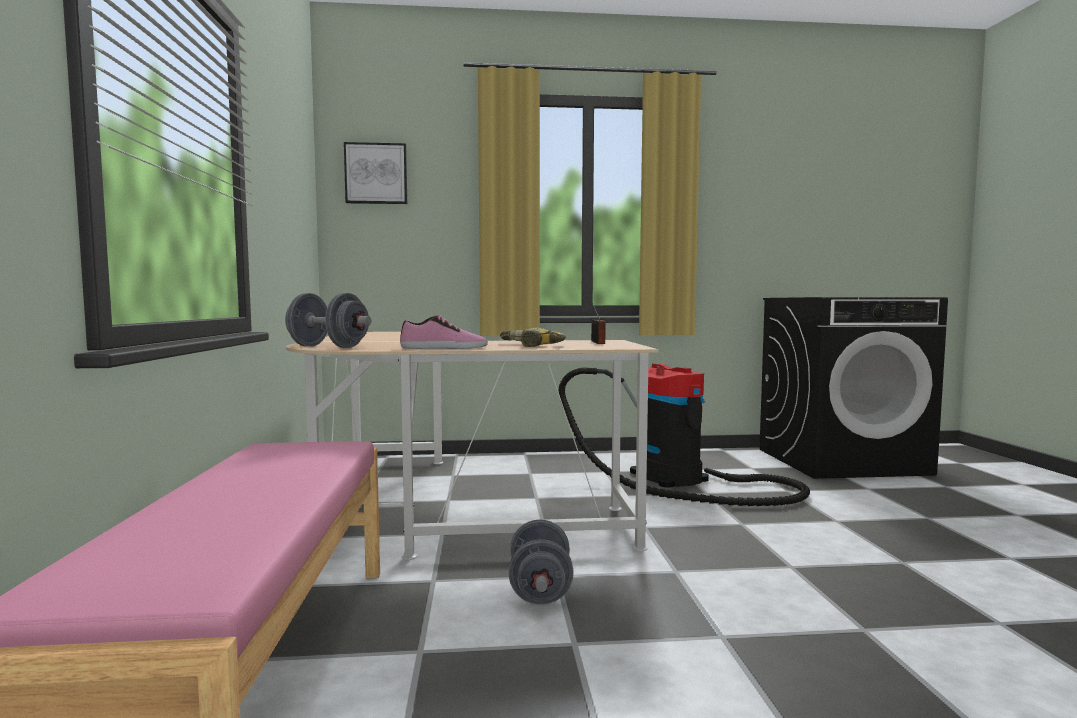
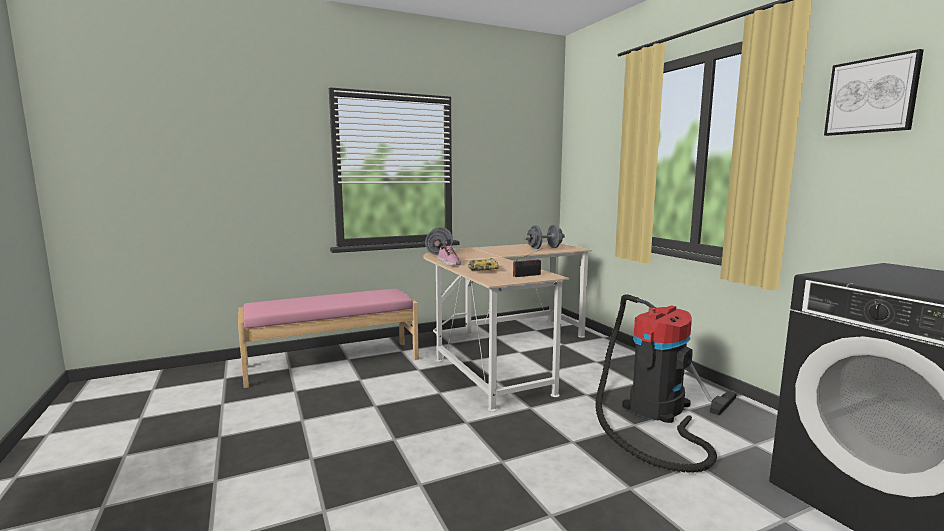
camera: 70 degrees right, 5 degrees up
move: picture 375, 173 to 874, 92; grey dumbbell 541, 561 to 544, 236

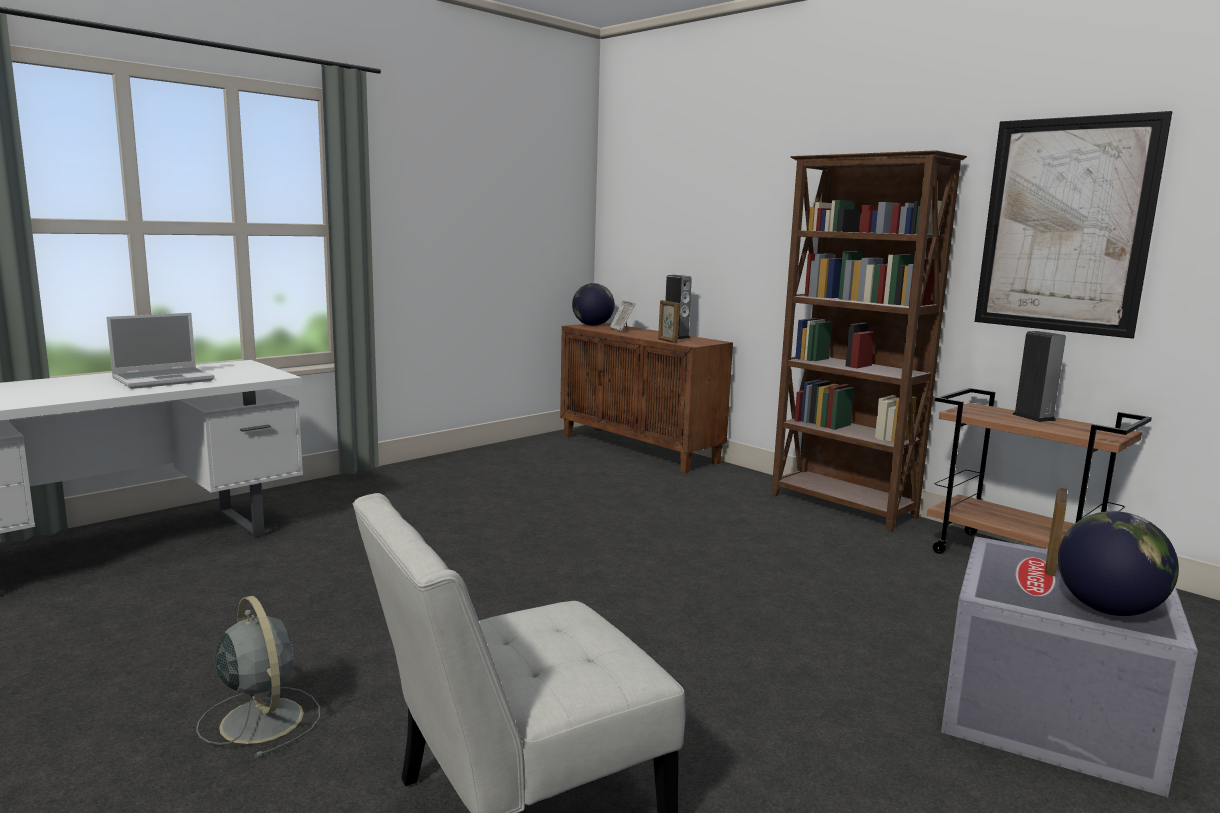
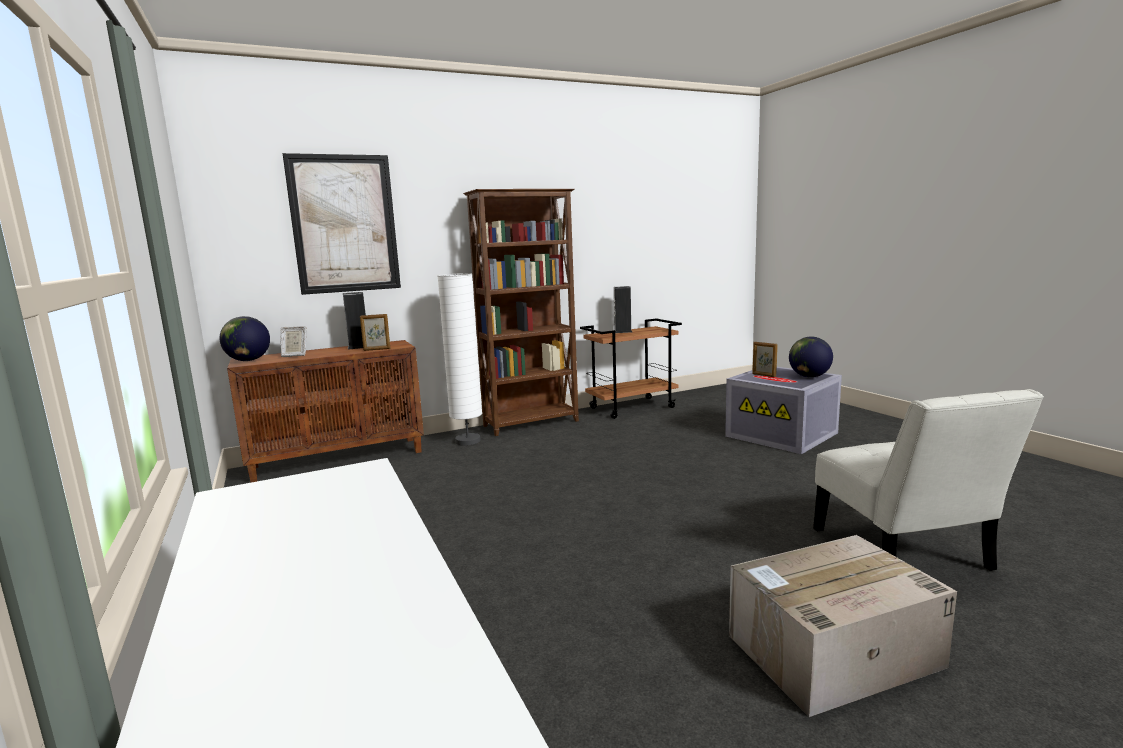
camera: 70 degrees left, 0 degrees up
delete: laptop 160, 351
insert: white floor lamp 460, 359
move: picture 1074, 225 to 342, 224
replace: grey fan 258, 677 to cardboard box 843, 626

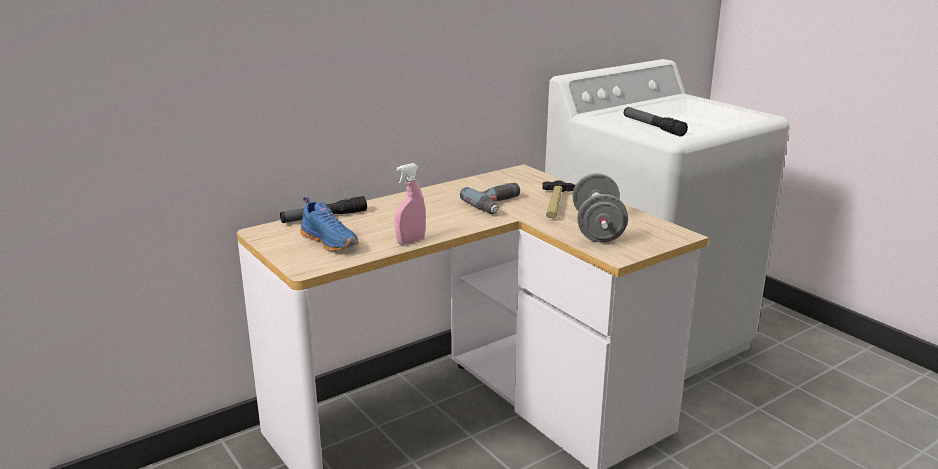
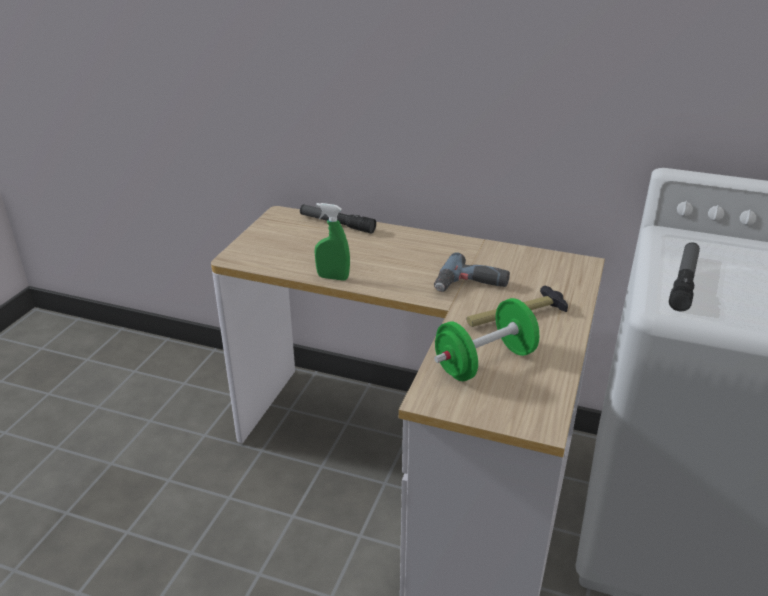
camera: 55 degrees right, 10 degrees up
delete: blue shoe 329, 224
recolor: pink spray bottle 410, 204 to green spray bottle 332, 242; grey dumbbell 600, 207 to green dumbbell 486, 339

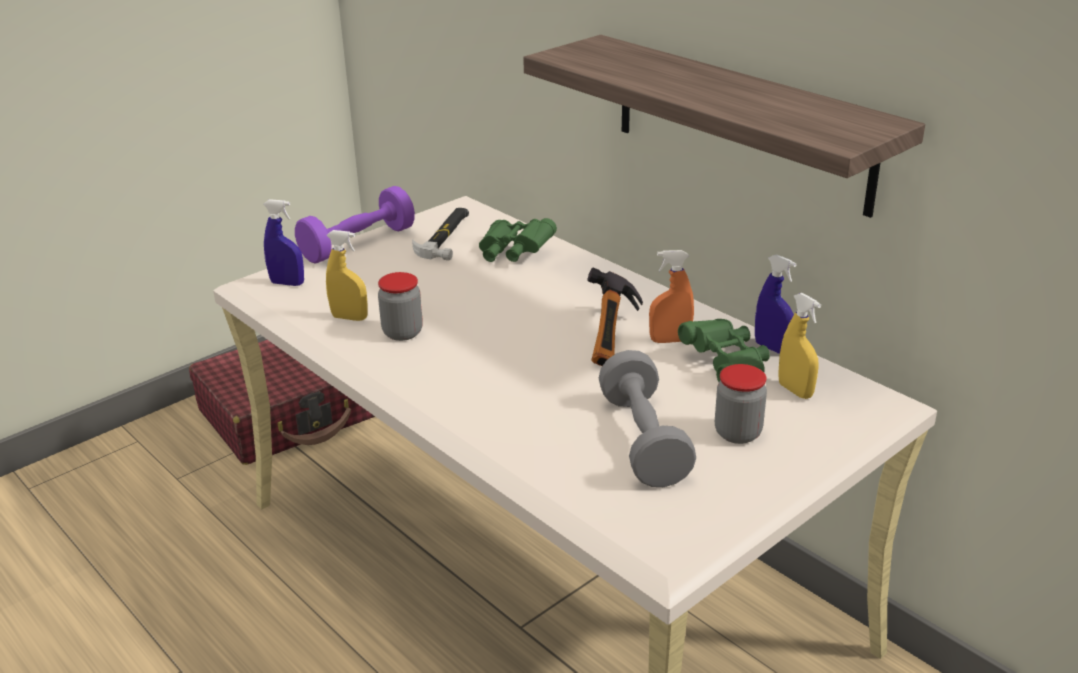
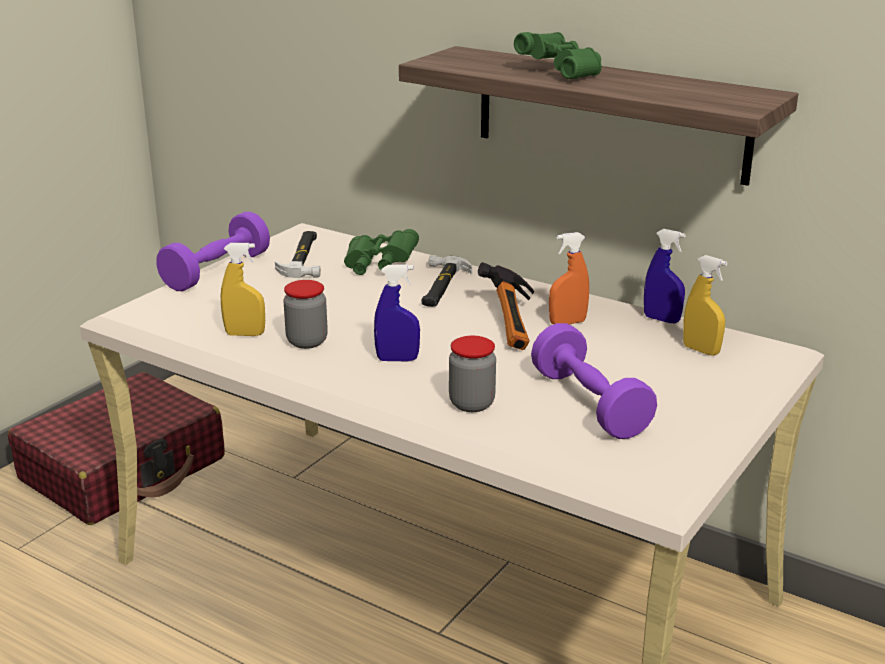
camera: 15 degrees left, 5 degrees down
insert: hammer 446, 281
move: blue spray bottle 283, 242 to 397, 312; green binoculars 724, 350 to 558, 55; jar 741, 404 to 472, 374
recolor: grey dumbbell 647, 418 to purple dumbbell 594, 381

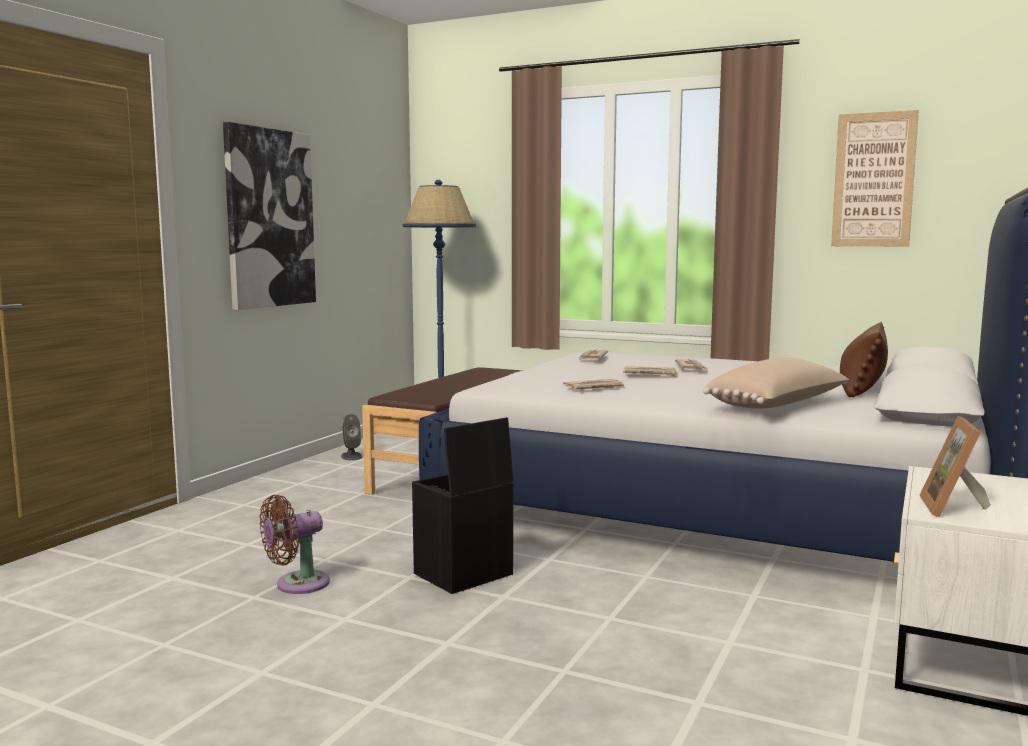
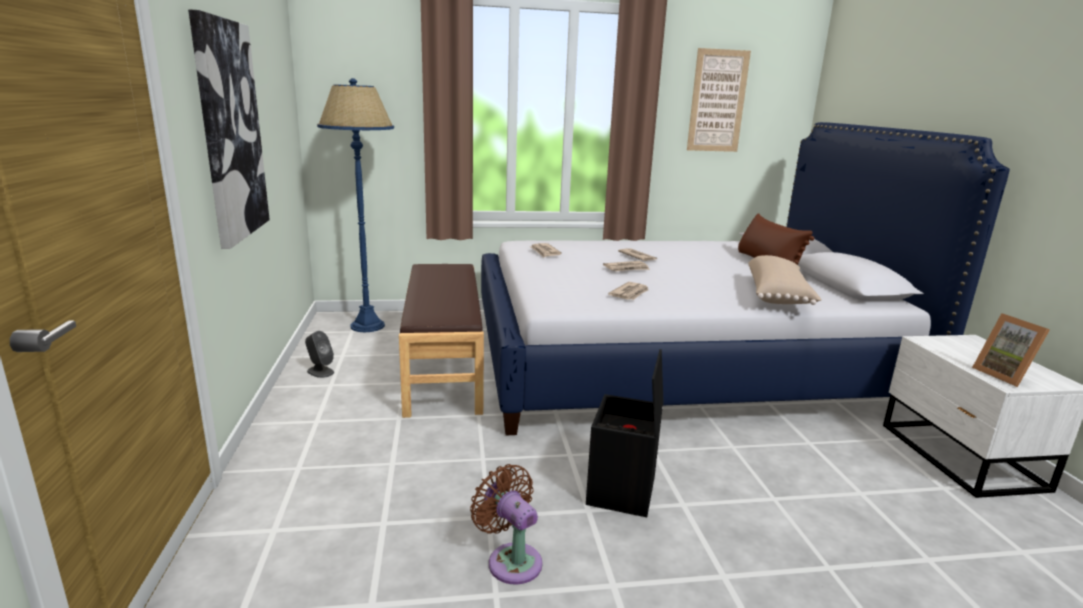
camera: 35 degrees left, 10 degrees up
rotate: brown fan 295, 544 = 506, 524 120 degrees clockwise

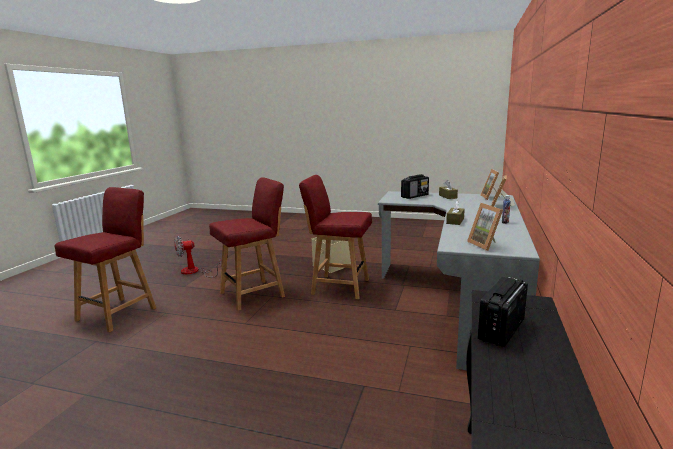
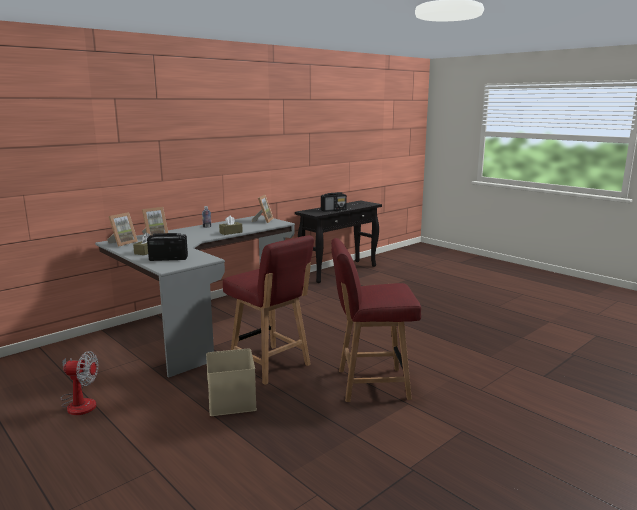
camera: 150 degrees left, 0 degrees up
delete: red chair 105, 259
move: fan 197, 256 to 79, 383

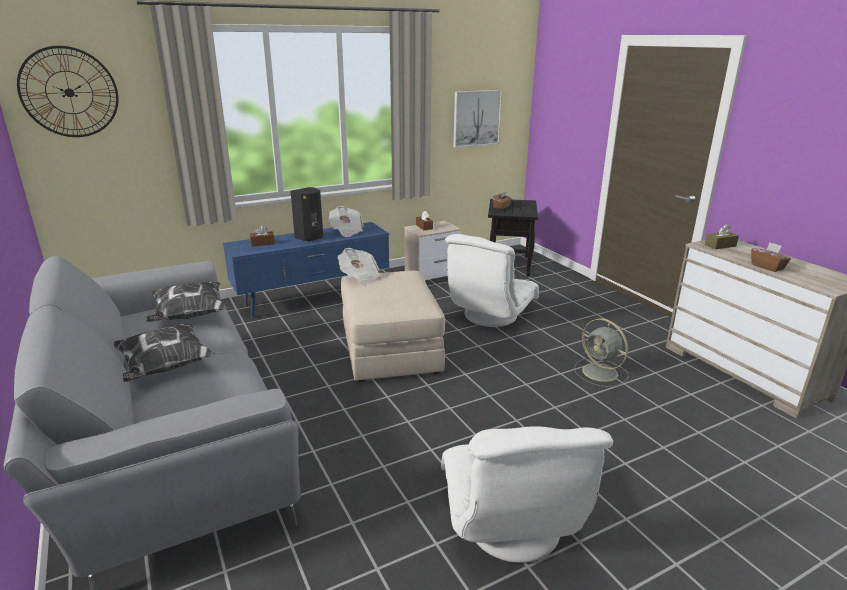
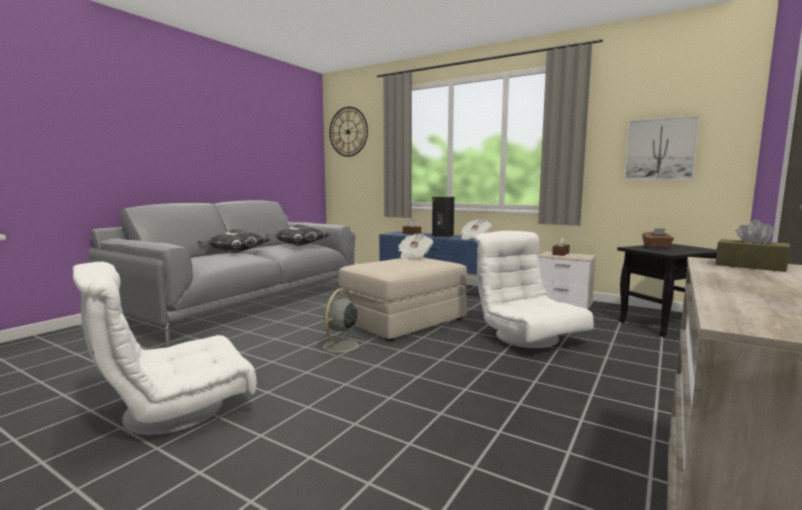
camera: 60 degrees right, 15 degrees down
delete: brown tissue box 771, 257
move: grey fan 601, 352 to 339, 322
rotate: white armchair 492, 280 = 534, 289 60 degrees clockwise

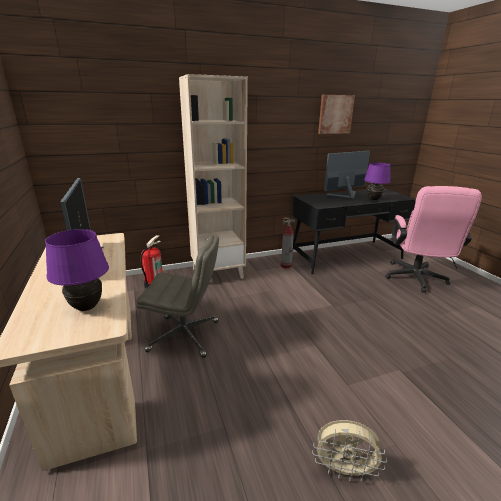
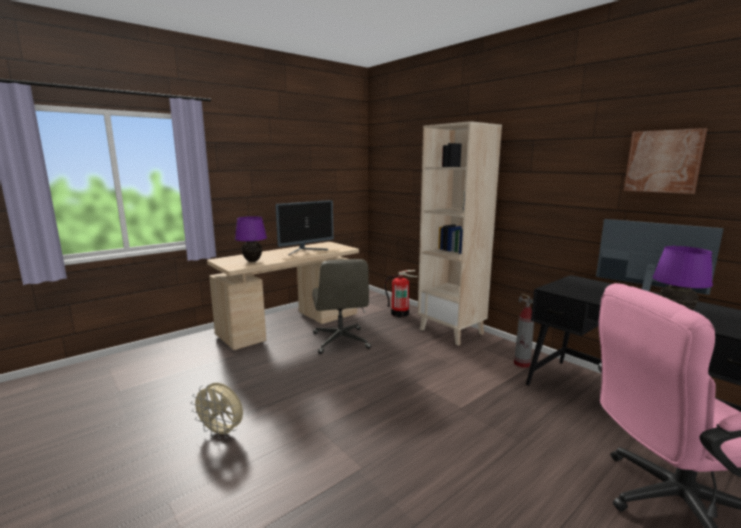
camera: 70 degrees right, 10 degrees down
rotate: beige fan 349, 451 = 217, 411 60 degrees counterclockwise

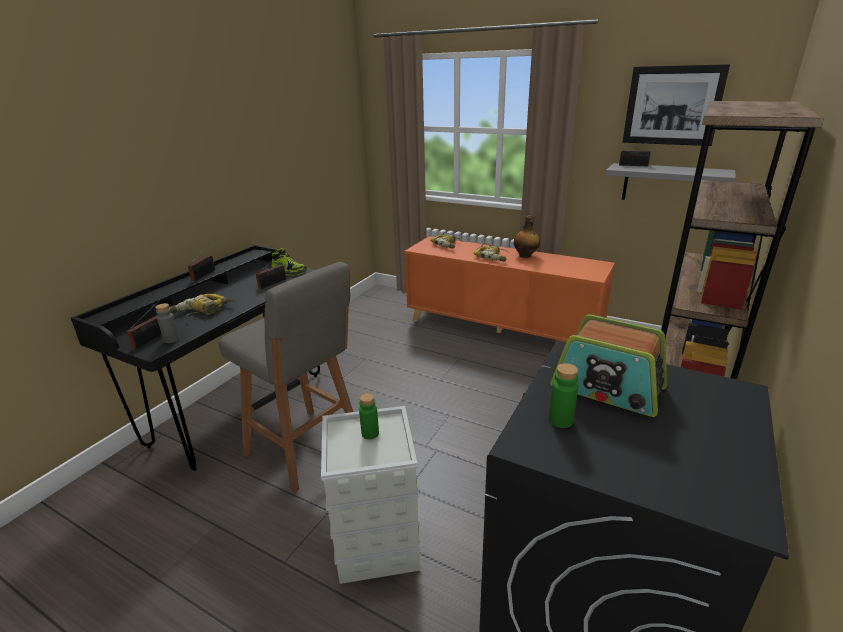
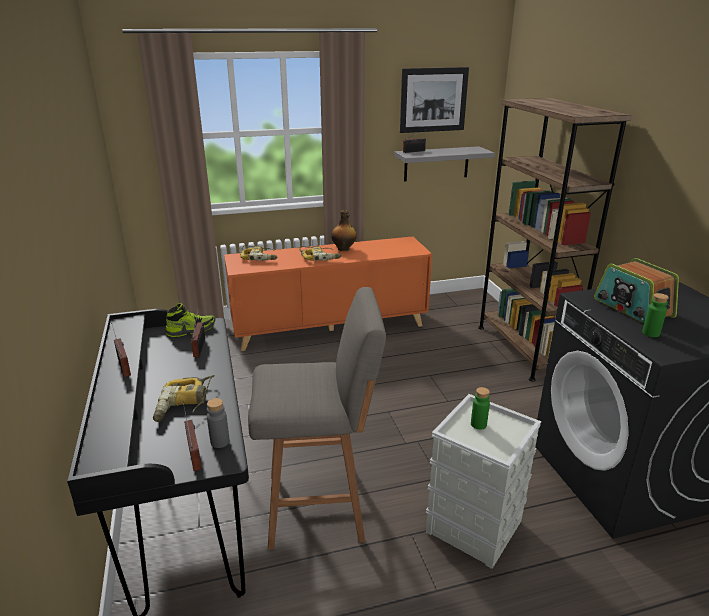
camera: 45 degrees left, 0 degrees up
rotate: radio 609, 365 = 636, 290 75 degrees clockwise

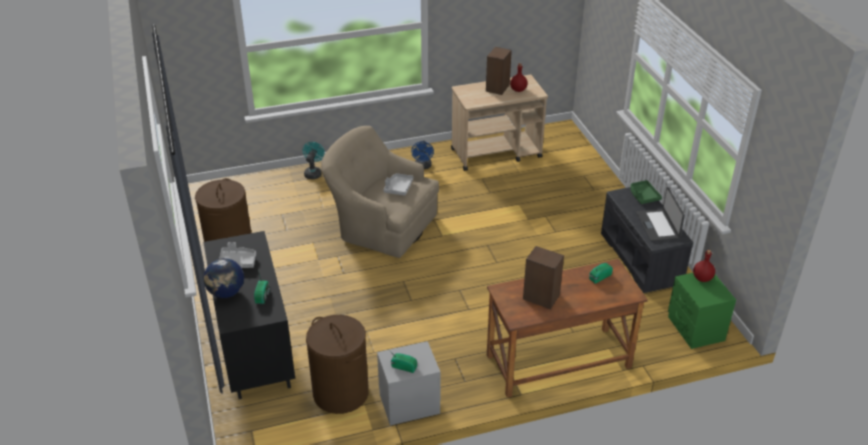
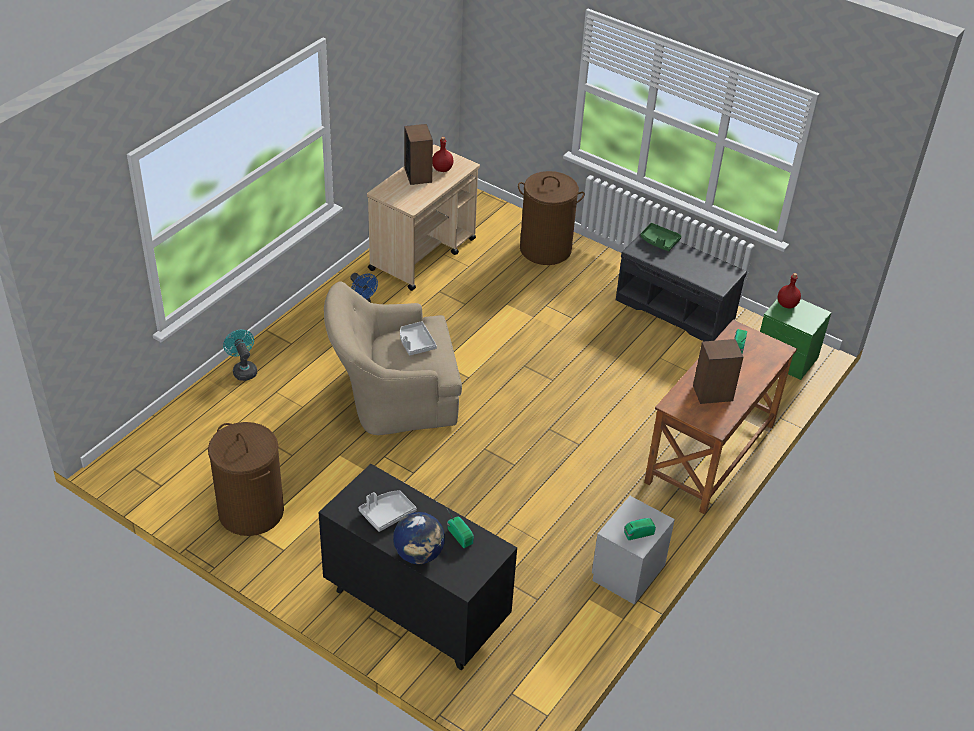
camera: 40 degrees left, 5 degrees up
delete: laptop 660, 214
move: brown laundry basket 337, 364 to 551, 218

